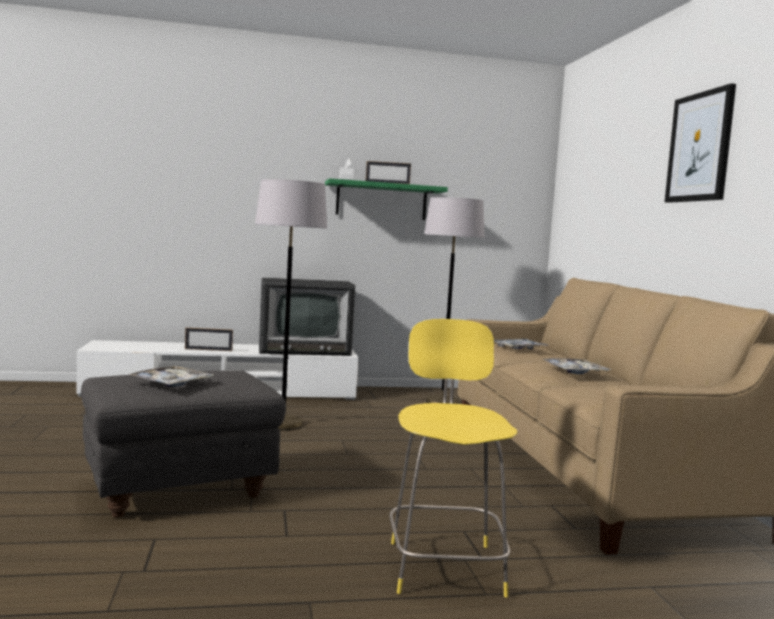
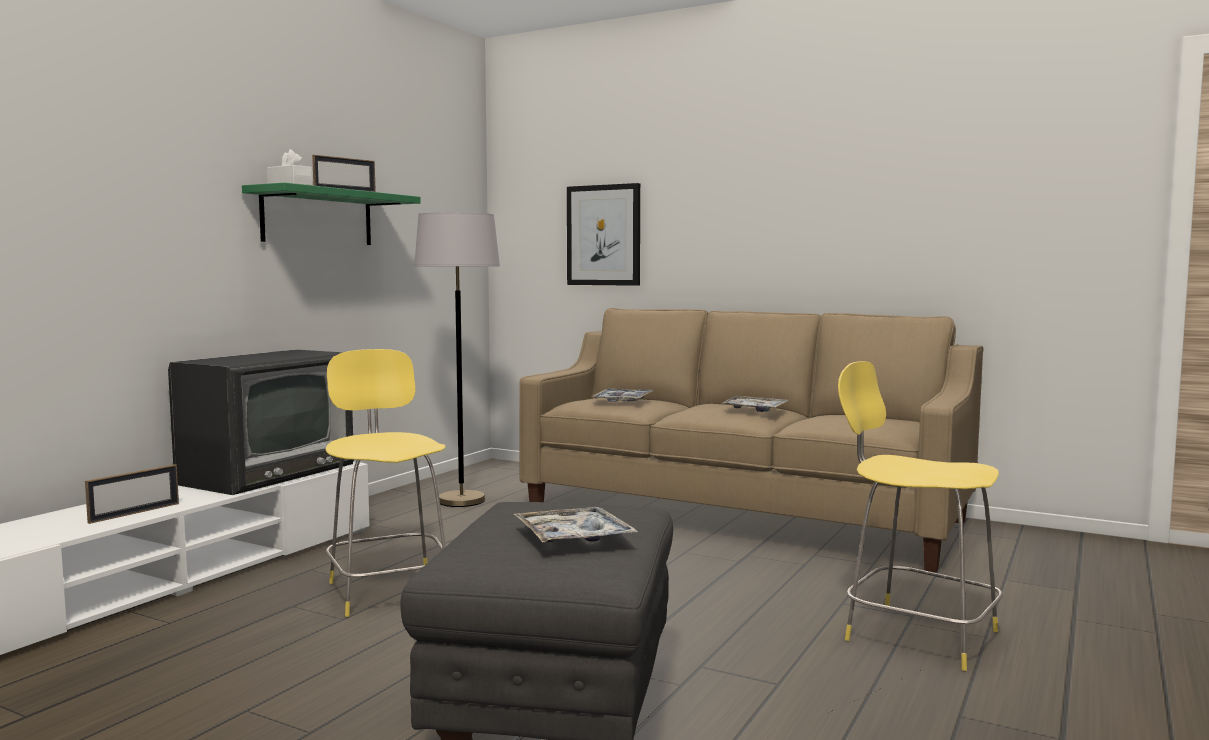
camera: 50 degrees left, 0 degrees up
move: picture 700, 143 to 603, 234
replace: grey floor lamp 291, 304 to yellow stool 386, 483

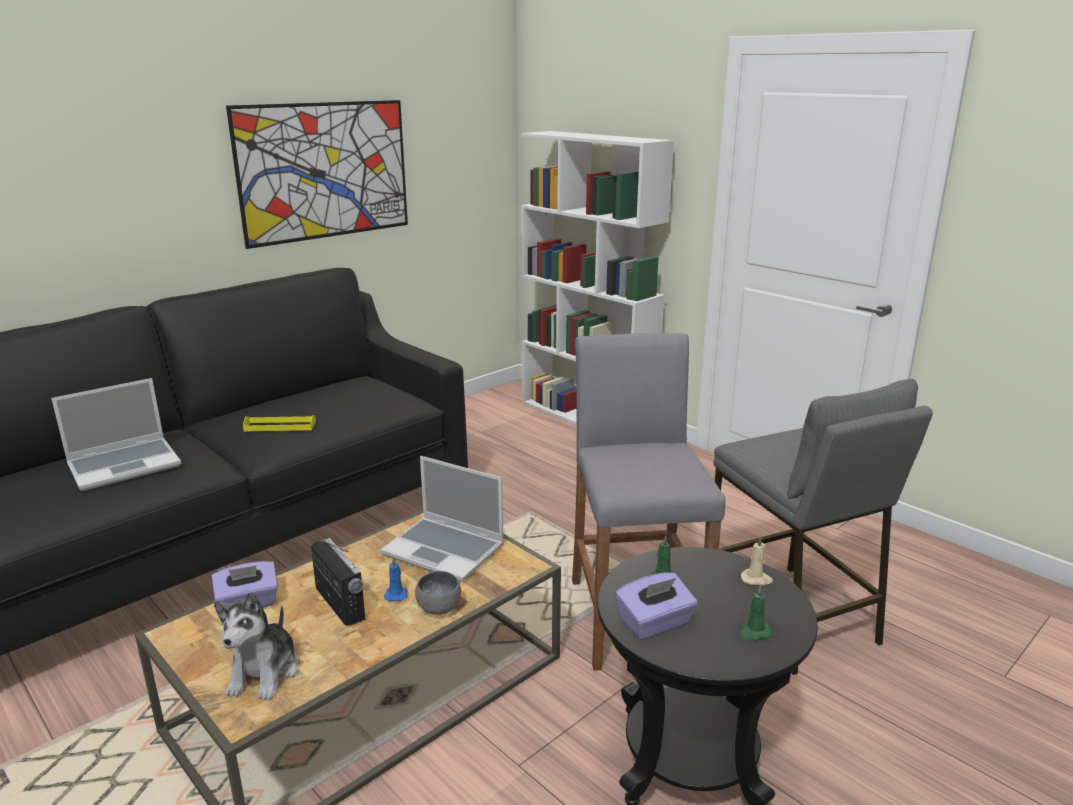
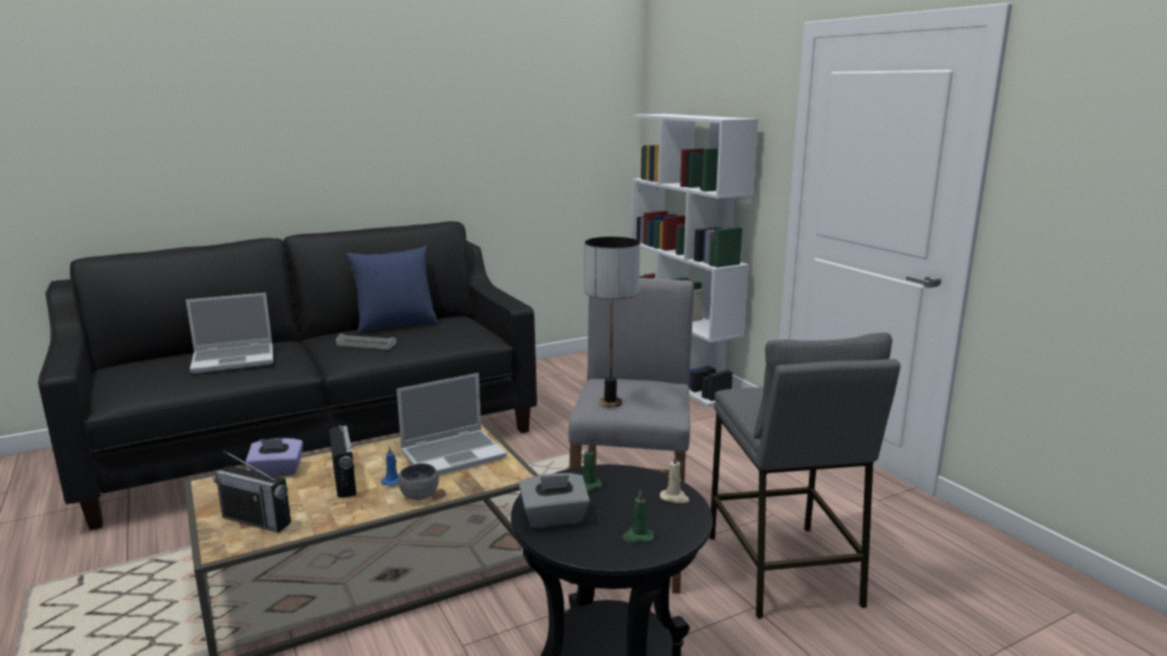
camera: 15 degrees right, 5 degrees down
delete: picture 317, 174
insert: blue pillow 392, 290; table lamp 612, 322
replace: plush toy 256, 646 to radio 252, 492
recolor: yellow tray 279, 423 to grey tray 366, 341; purple tissue box 656, 606 to grey tissue box 554, 500
rotate: laptop 442, 519 = 452, 424 75 degrees counterclockwise

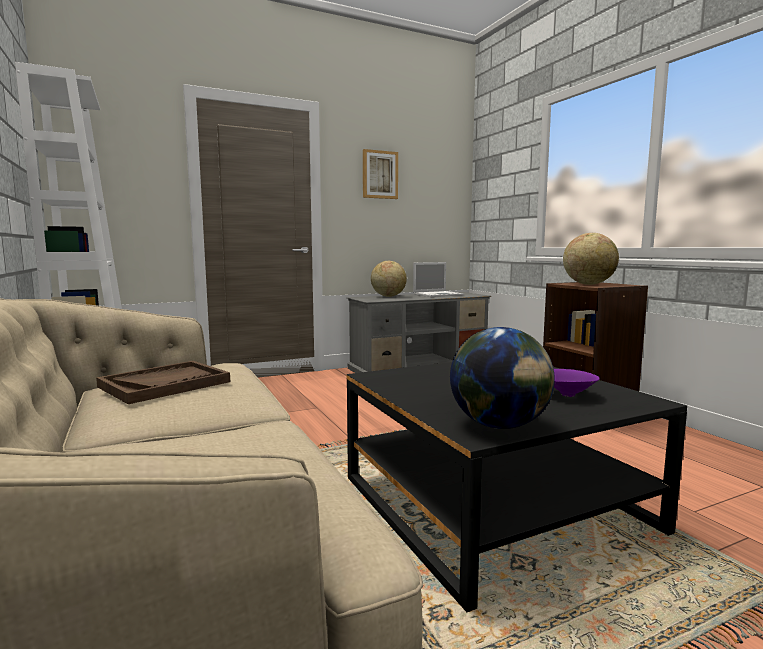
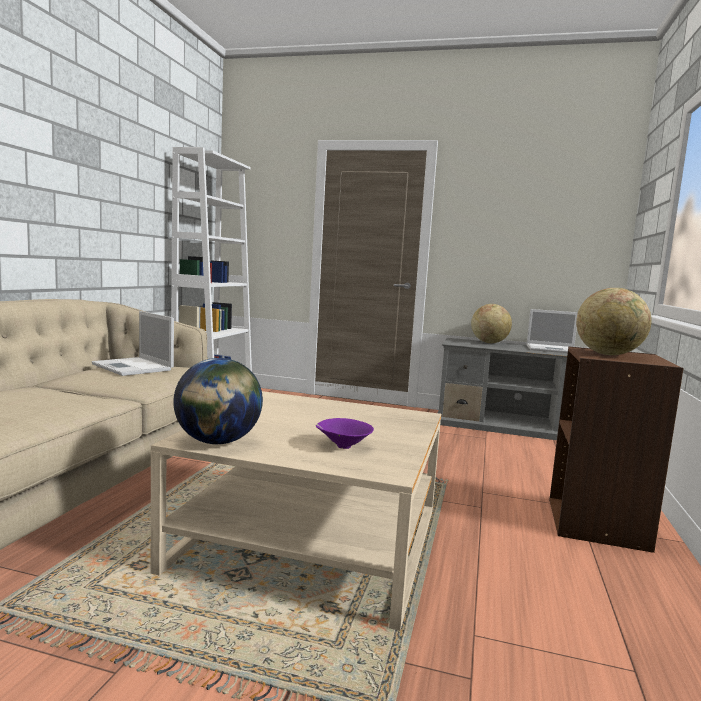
camera: 40 degrees right, 0 degrees up
delete: picture 380, 174
replace: brown tray 163, 382 to laptop 133, 343
recolor: black coffee table 517, 487 to beige coffee table 296, 511

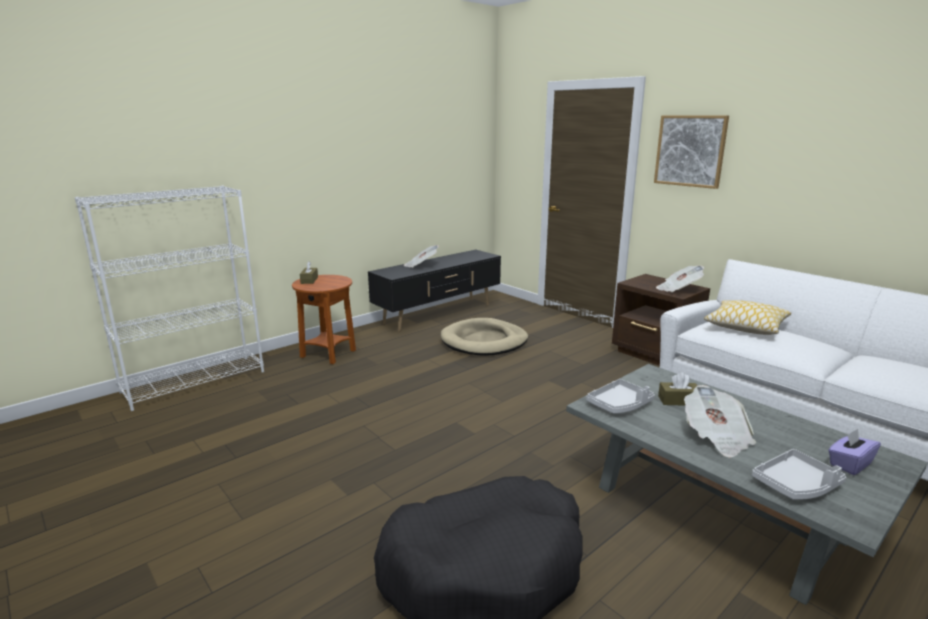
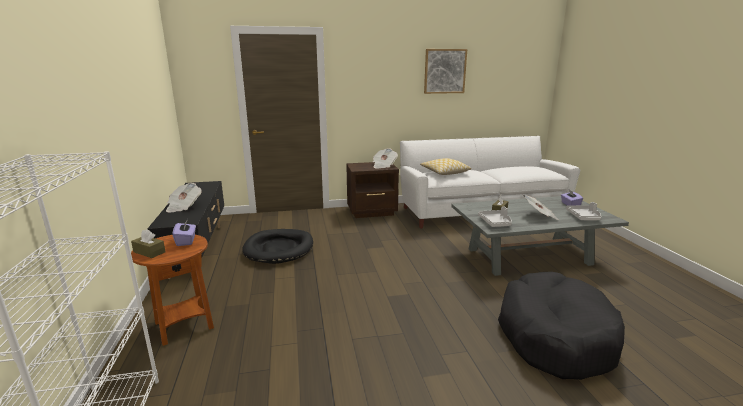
camera: 60 degrees left, 0 degrees up
insert: purple tissue box 184, 232
move: picture 691, 152 to 445, 71
recolor: beige dog bed 484, 337 to black dog bed 277, 246

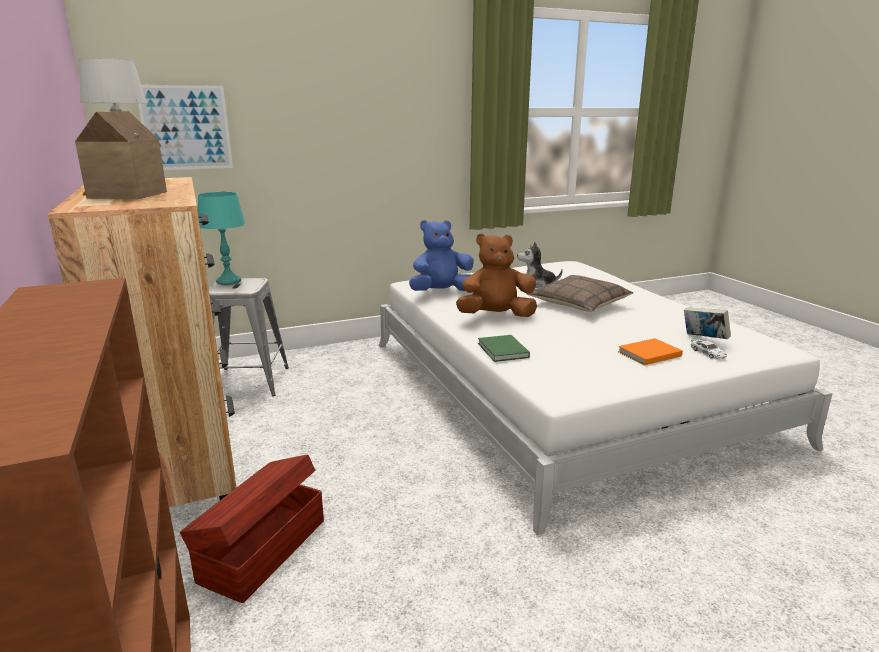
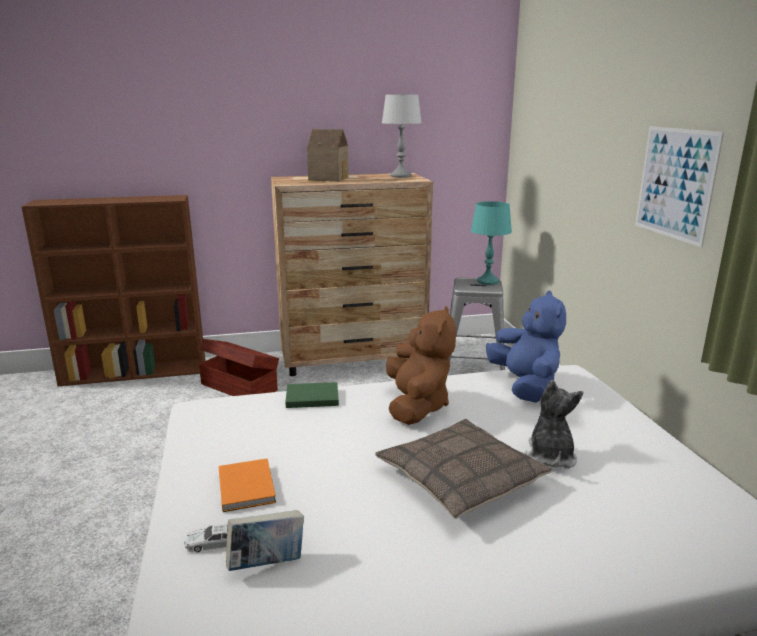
camera: 100 degrees right, 0 degrees up
move: picture 185, 127 to 679, 186

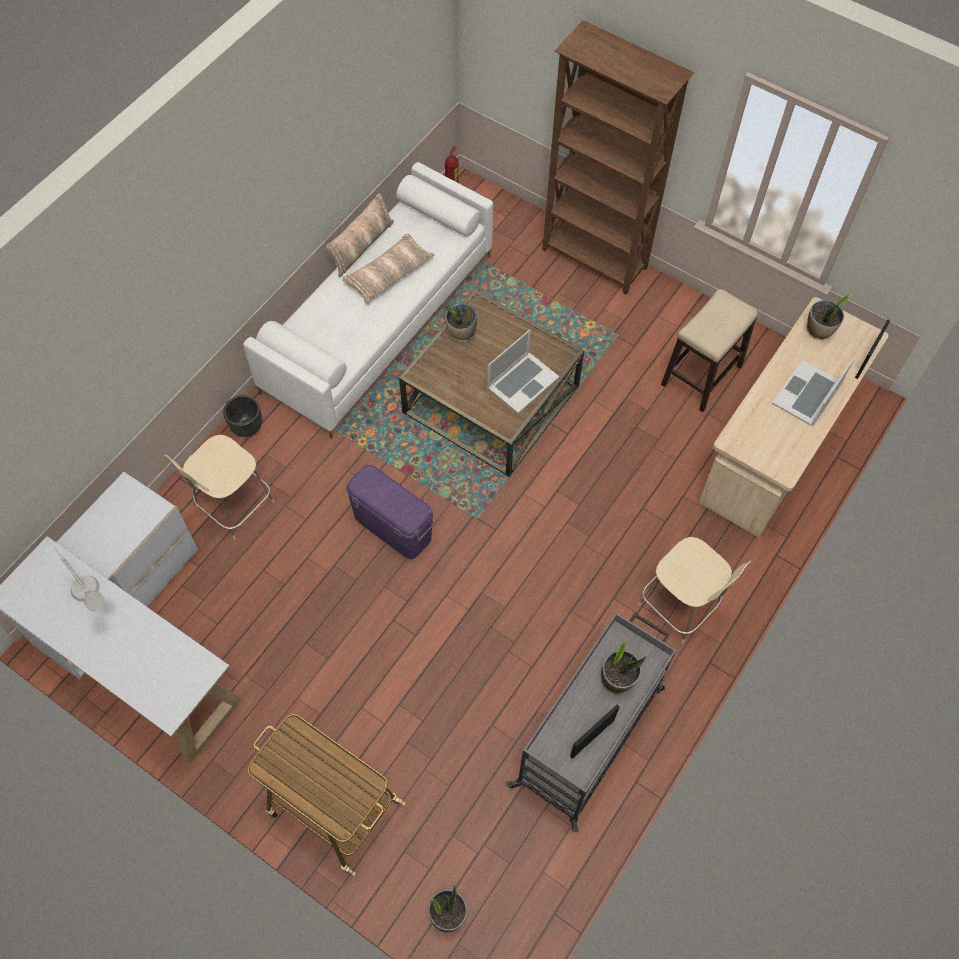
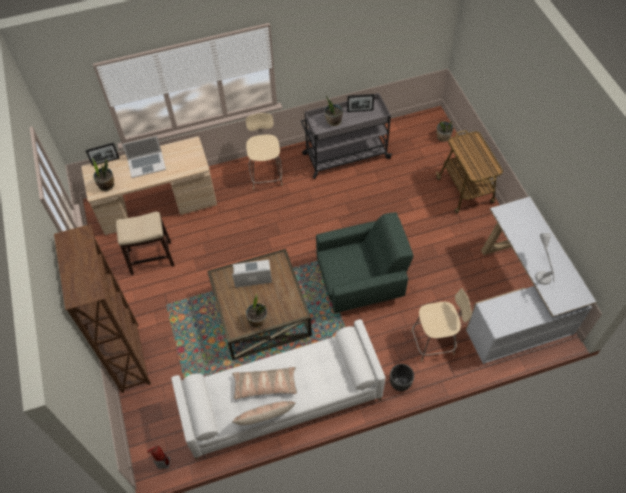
camera: 140 degrees left, 5 degrees down
replace: purple storage box 390, 512 to green armchair 365, 262

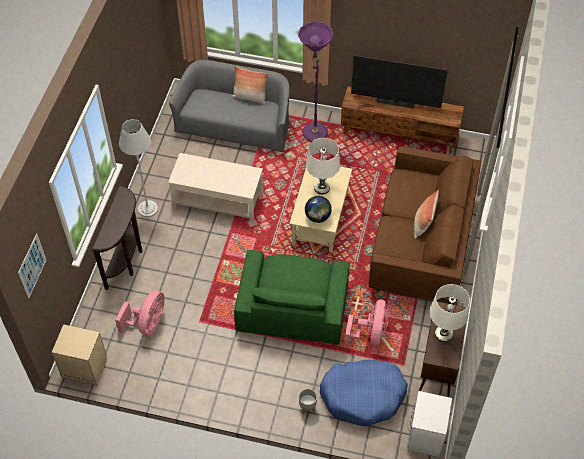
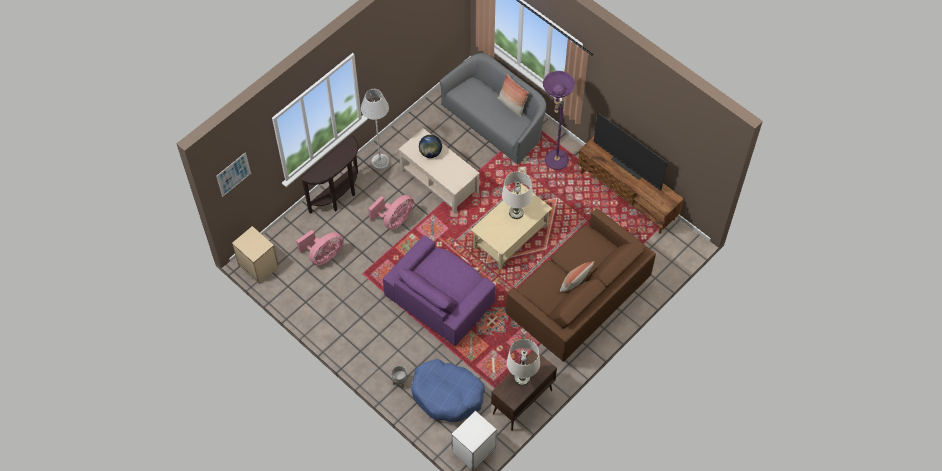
camera: 30 degrees right, 5 degrees up
move: globe 318, 209 to 430, 146; pink fan 366, 323 to 391, 212
recolor: green armchair 292, 297 to purple armchair 439, 290

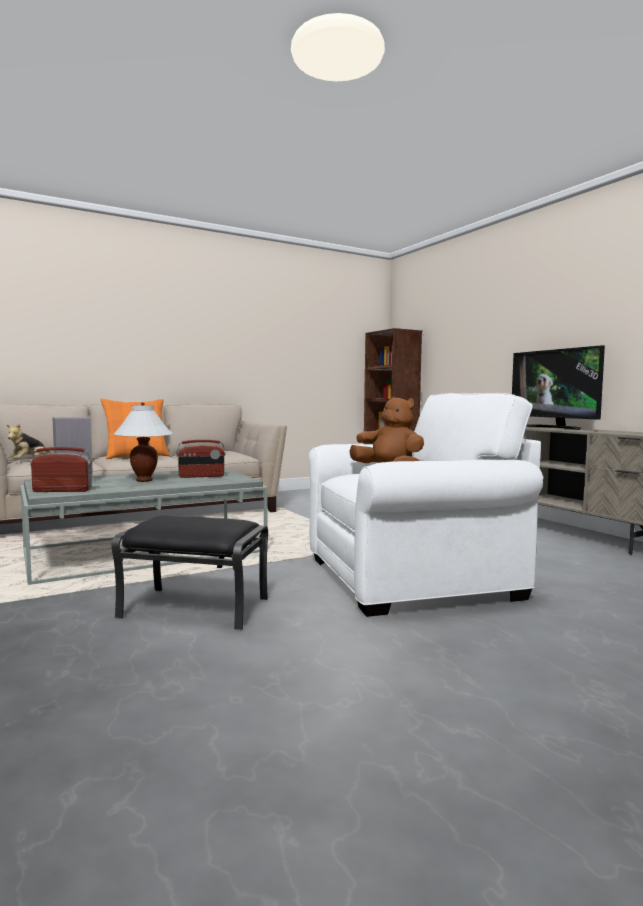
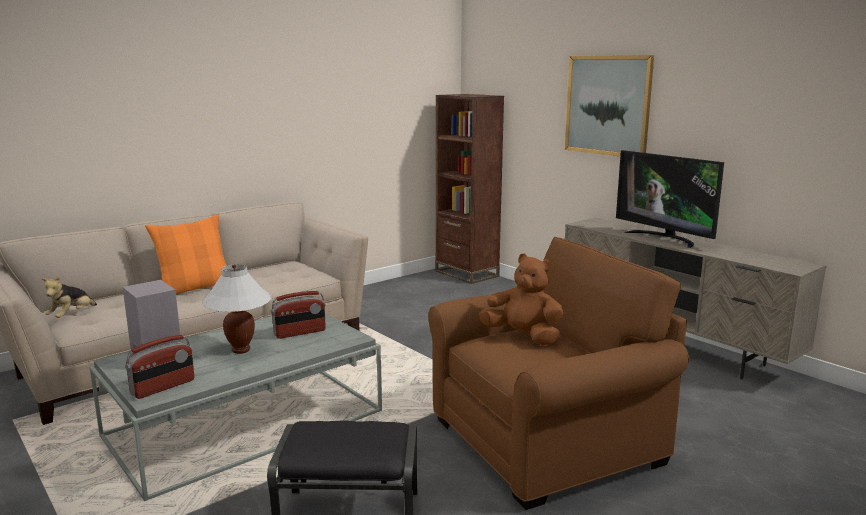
camera: 10 degrees left, 10 degrees up
insert: picture 609, 105
recolor: white armchair 426, 505 to brown armchair 559, 373
rotate: radio 61, 469 = 159, 367 150 degrees clockwise

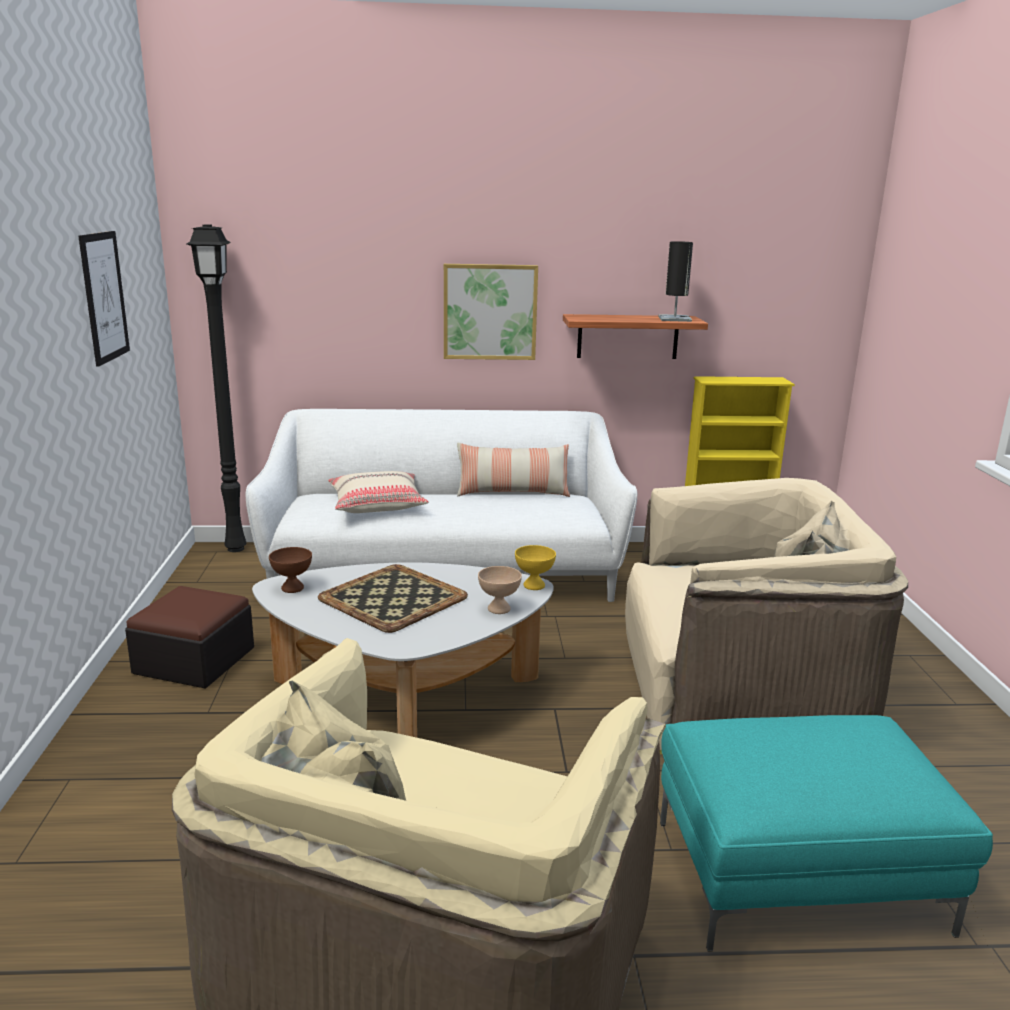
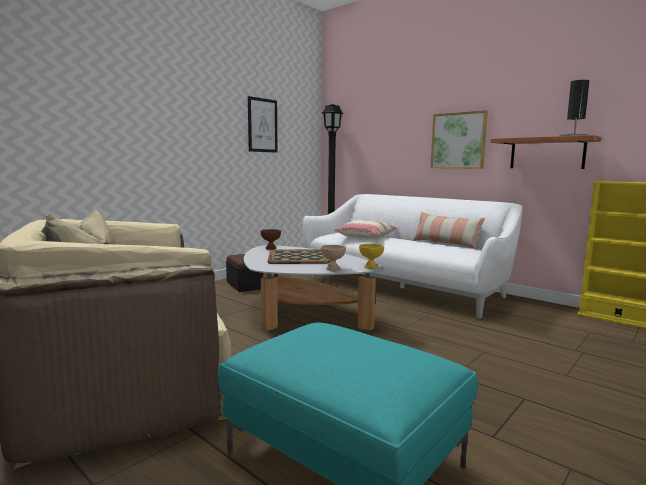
camera: 45 degrees right, 10 degrees down
delete: beige armchair 766, 616

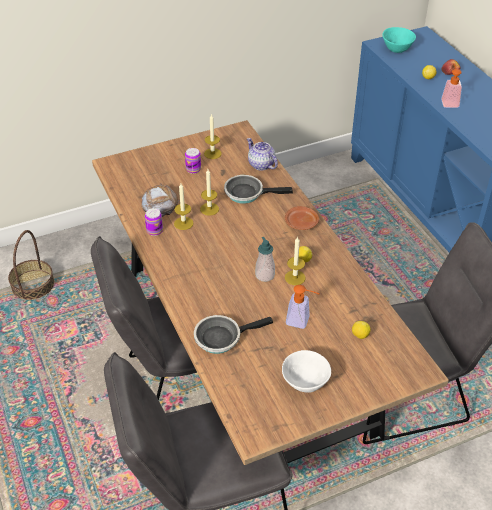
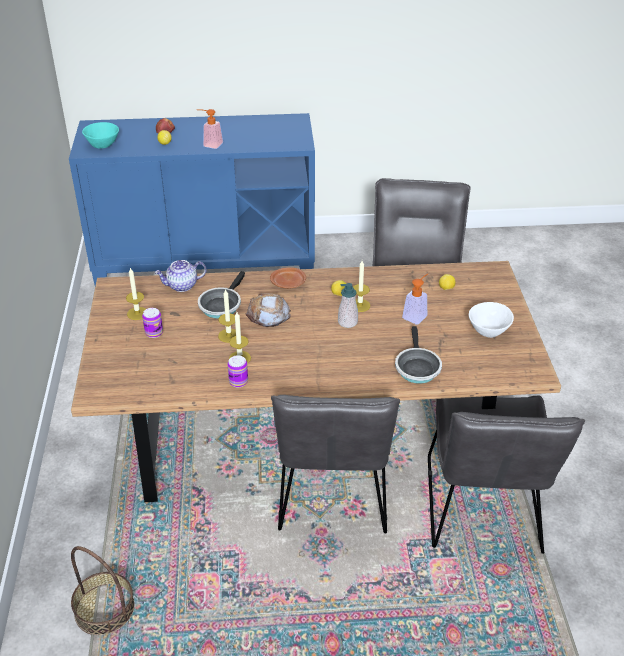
camera: 70 degrees left, 5 degrees down
move: bread 160, 200 to 268, 310

